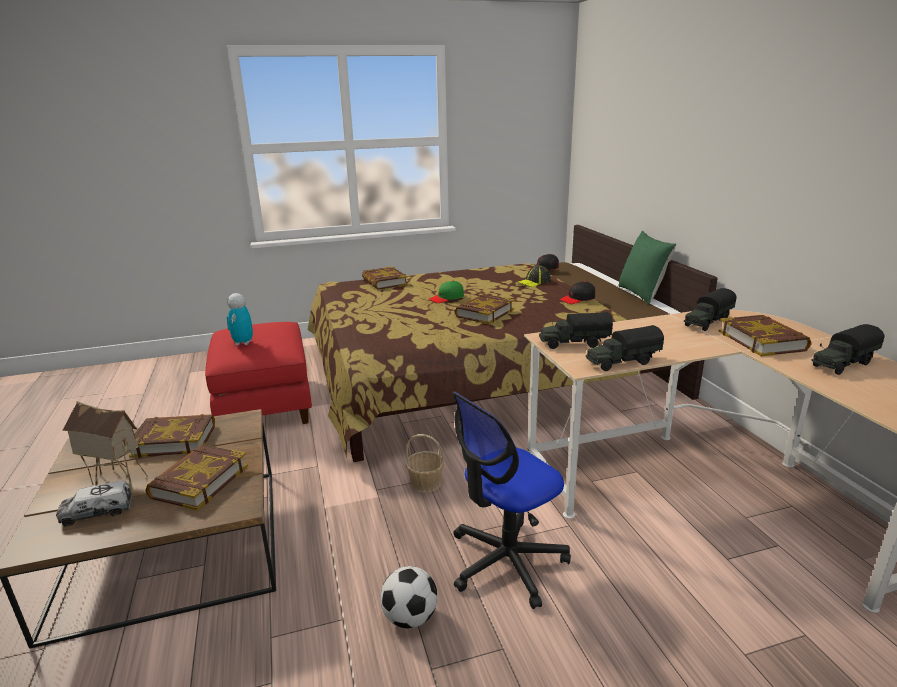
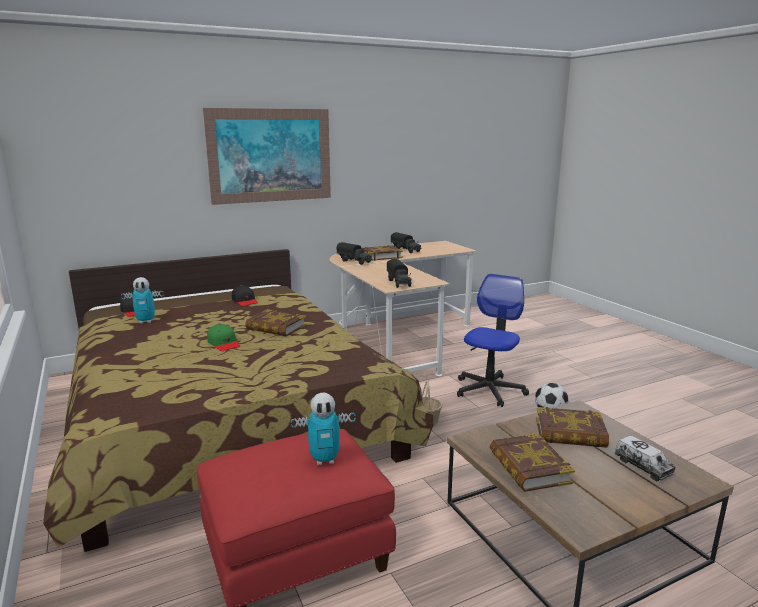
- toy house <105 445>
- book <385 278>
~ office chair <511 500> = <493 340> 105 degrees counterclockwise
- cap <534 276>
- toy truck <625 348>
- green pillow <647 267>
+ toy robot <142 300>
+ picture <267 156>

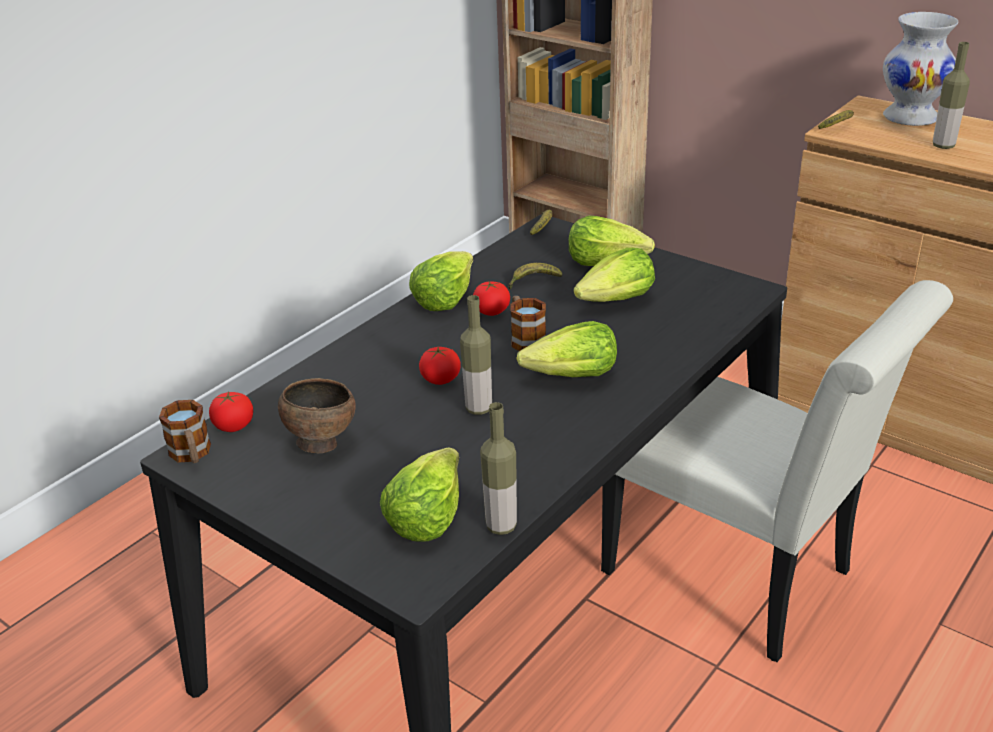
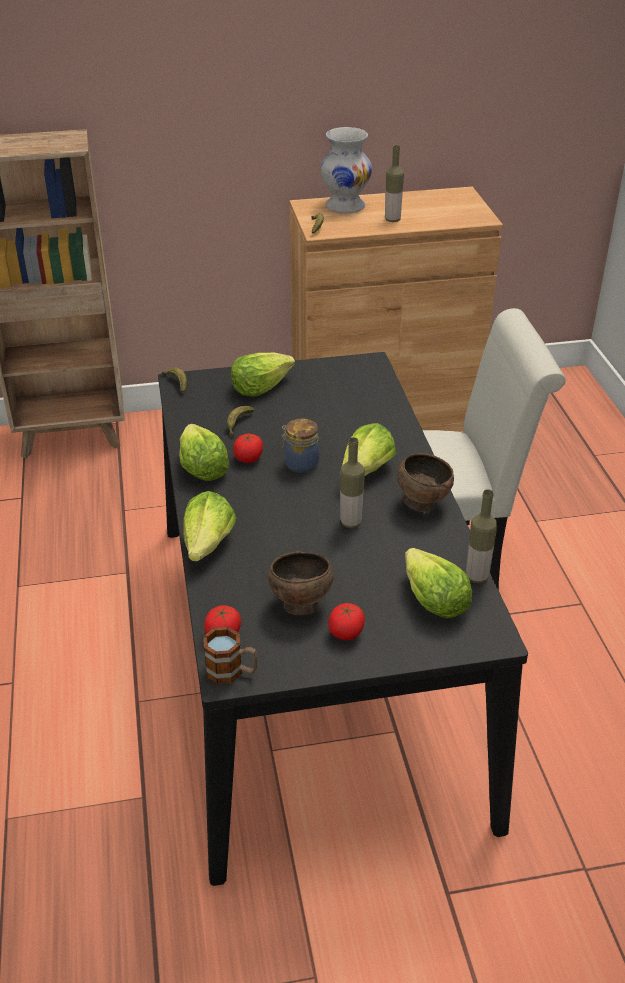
~ tomato <440 366> to <346 621>
~ mug <528 323> to jar <300 446>
~ lettuce <614 275> to <209 526>
+ brown bowl <425 482>

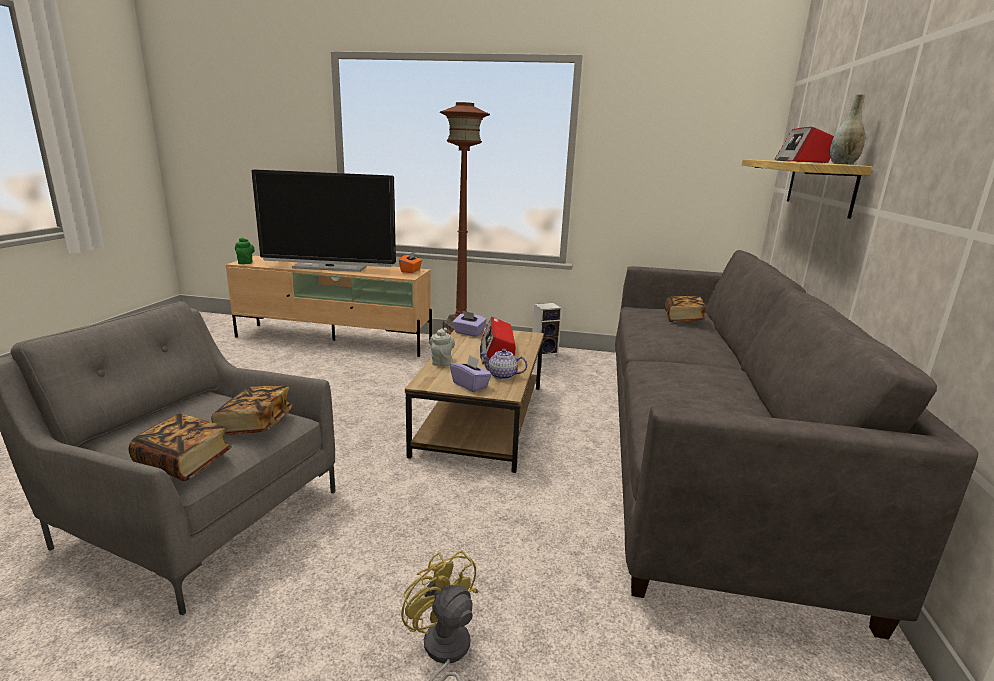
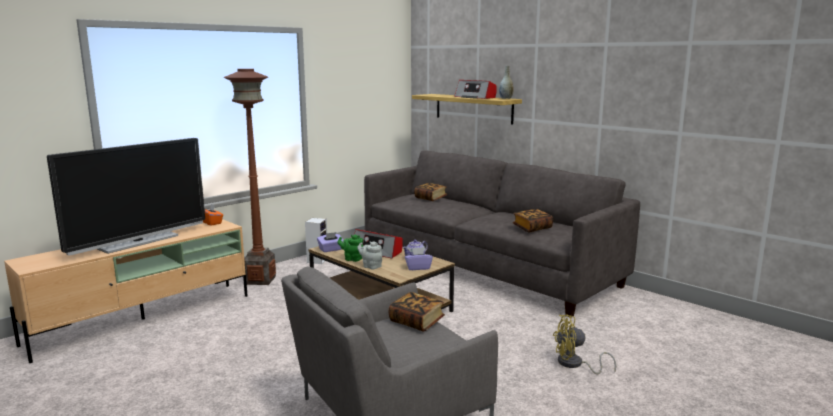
~ book <180 447> to <533 220>
~ green teapot <245 251> to <350 248>

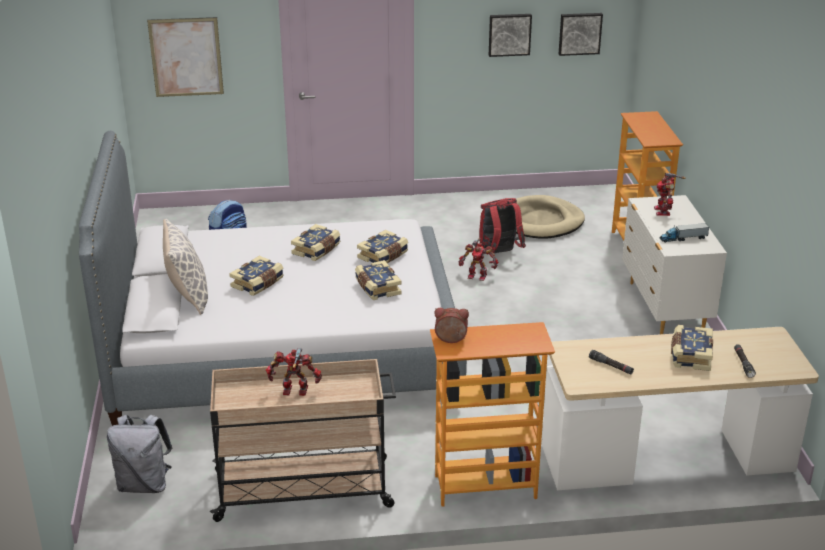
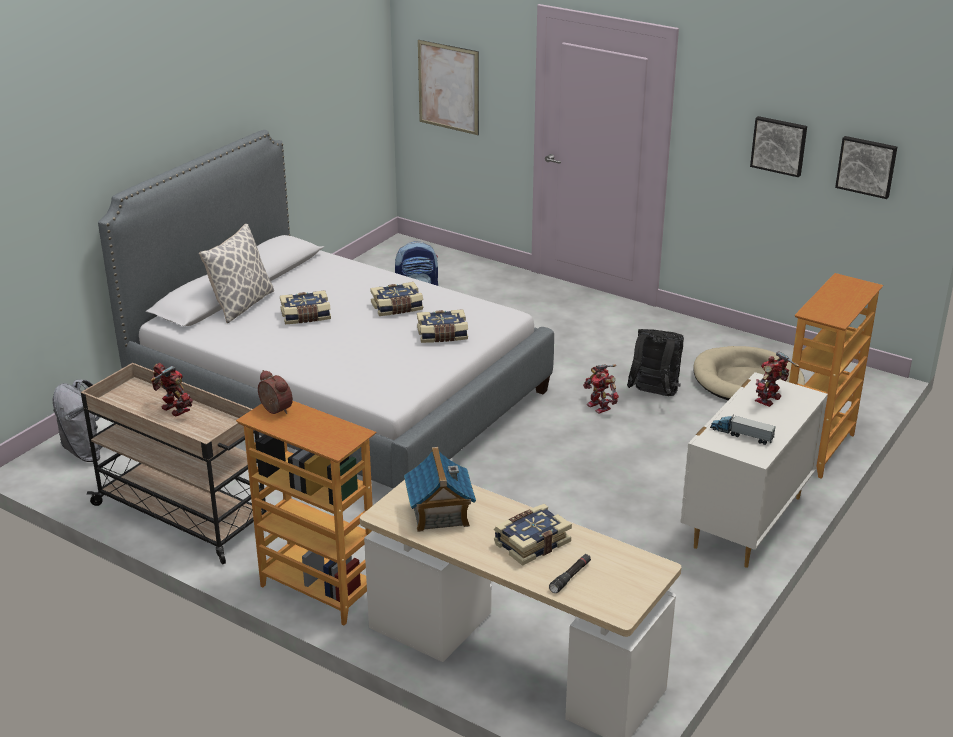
- book <378 280>
~ red backpack <502 226> to black backpack <655 362>
~ black flashlight <611 362> to toy house <440 489>

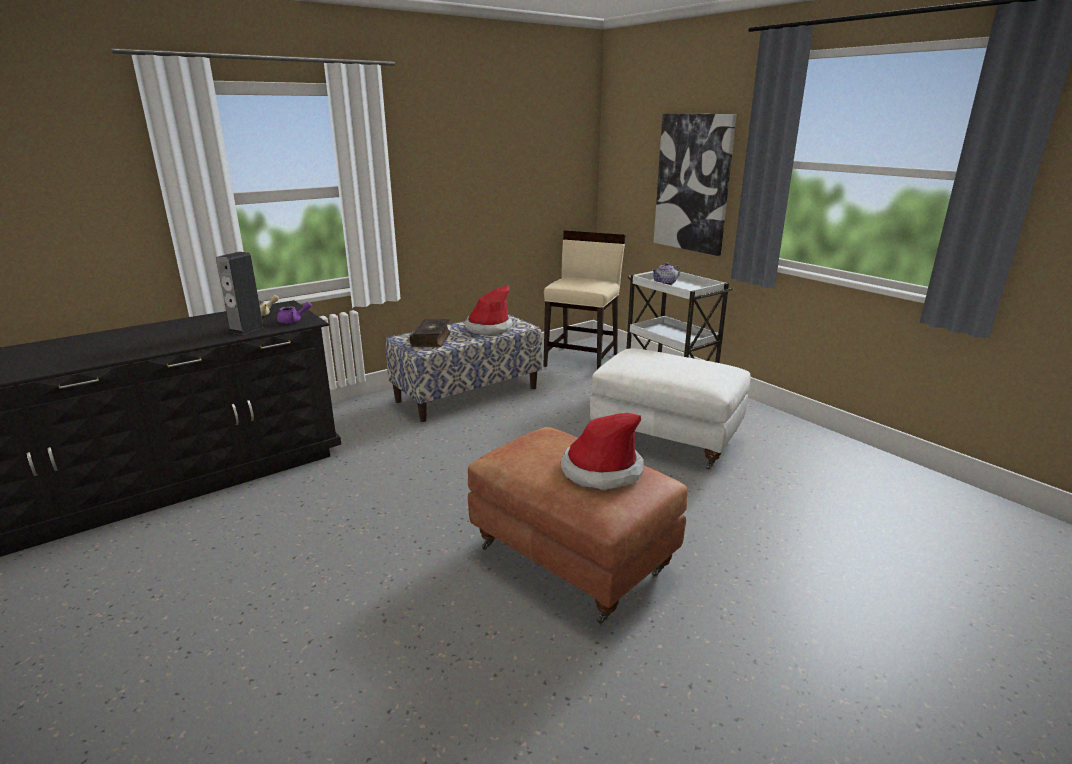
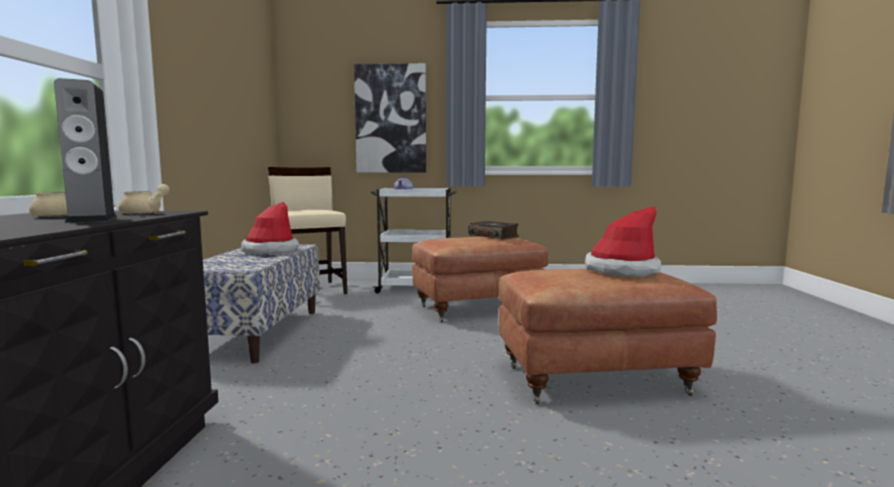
~ purple teapot <294 312> to beige teapot <144 199>
~ book <430 333> to <493 230>
~ white ottoman <670 409> to brown ottoman <480 279>

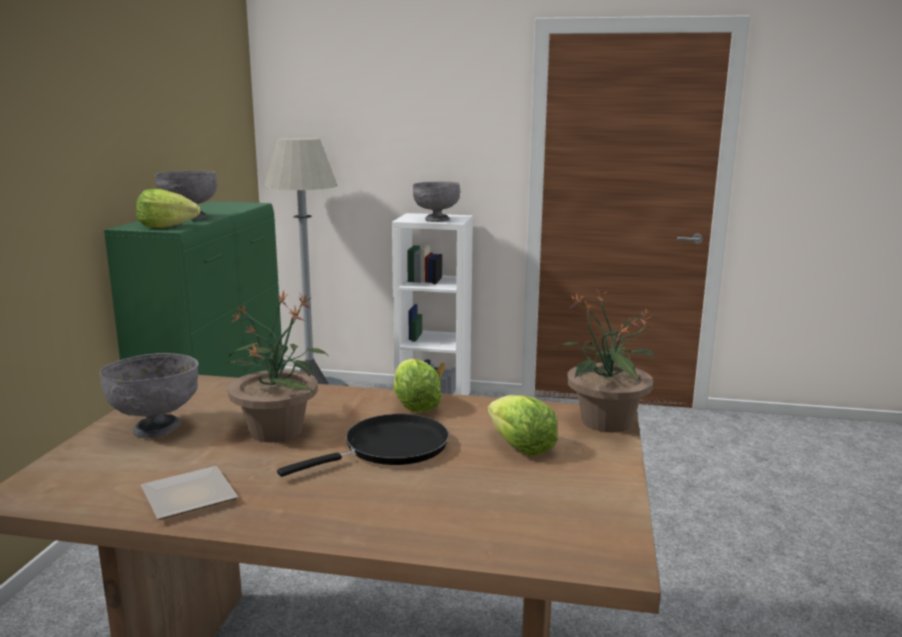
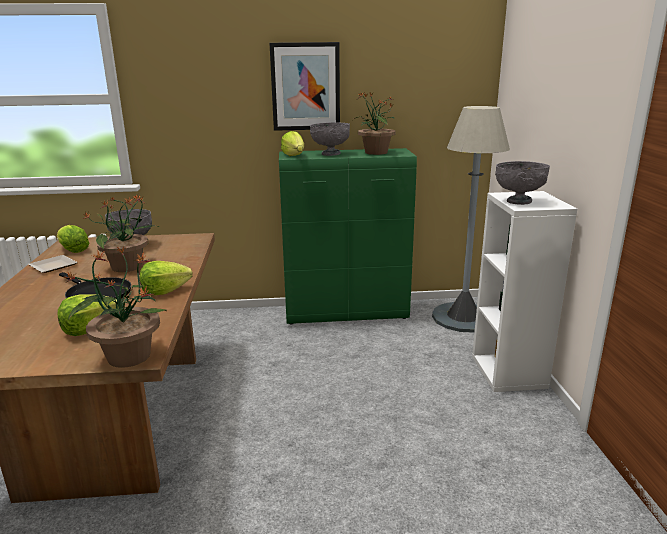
+ lettuce <73 239>
+ picture <304 86>
+ potted plant <374 123>

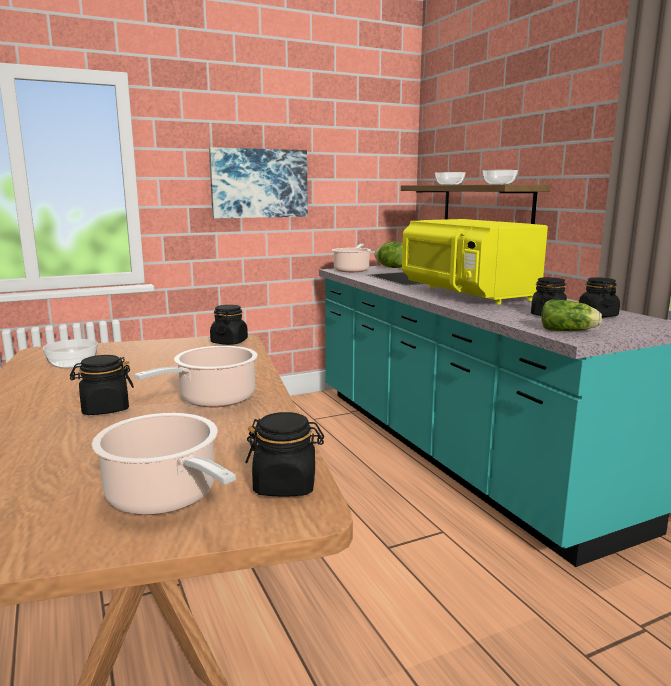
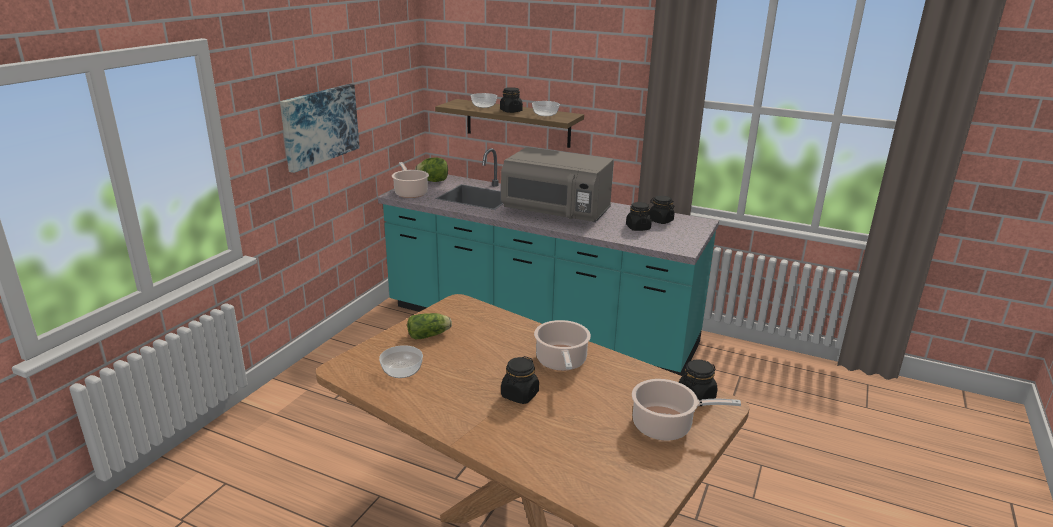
~ black jar <229 325> to <511 100>
~ yellow microwave <475 262> to grey microwave <557 184>
~ lettuce <571 315> to <429 326>

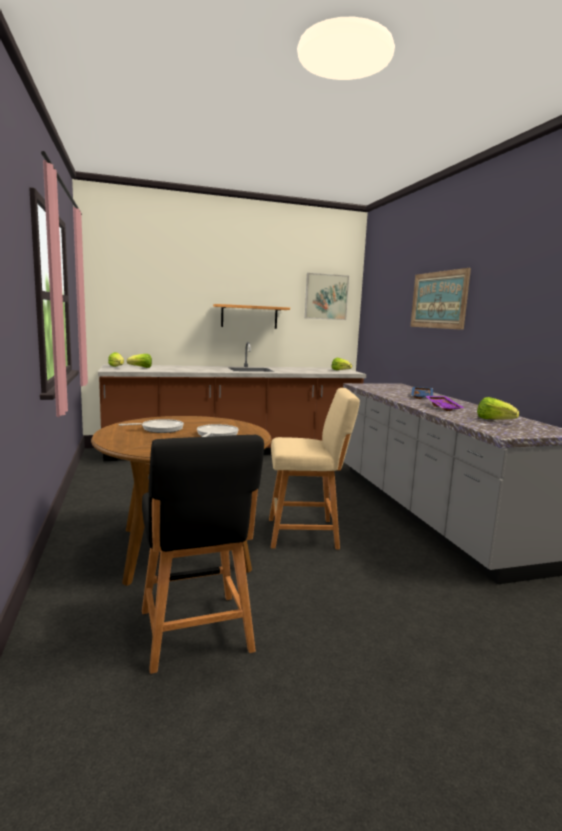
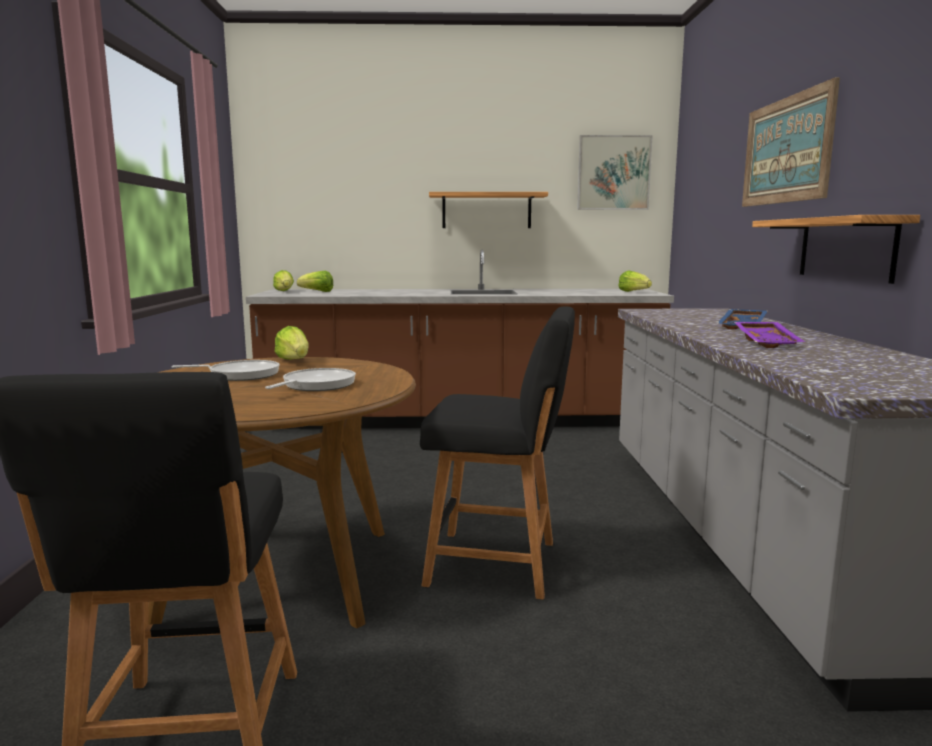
~ beige stool <314 468> to black stool <497 453>
~ lettuce <498 408> to <292 343>
+ shelf <836 249>

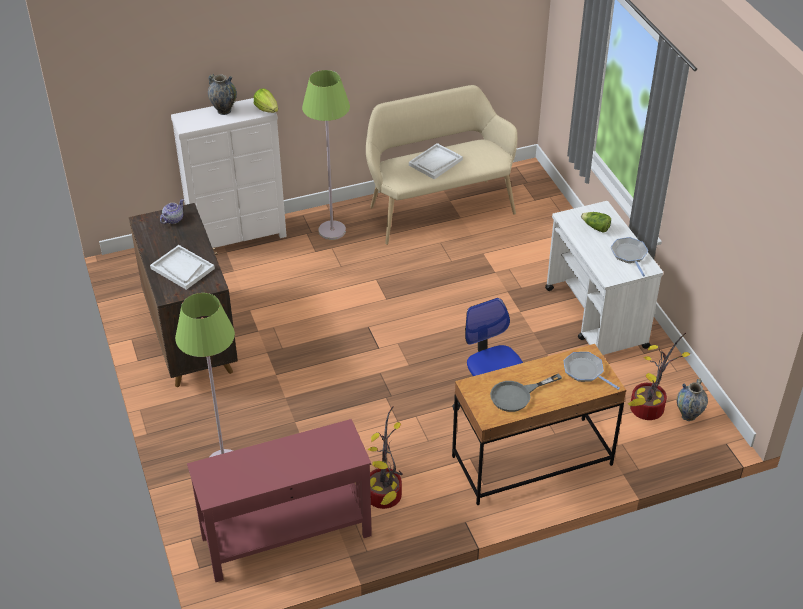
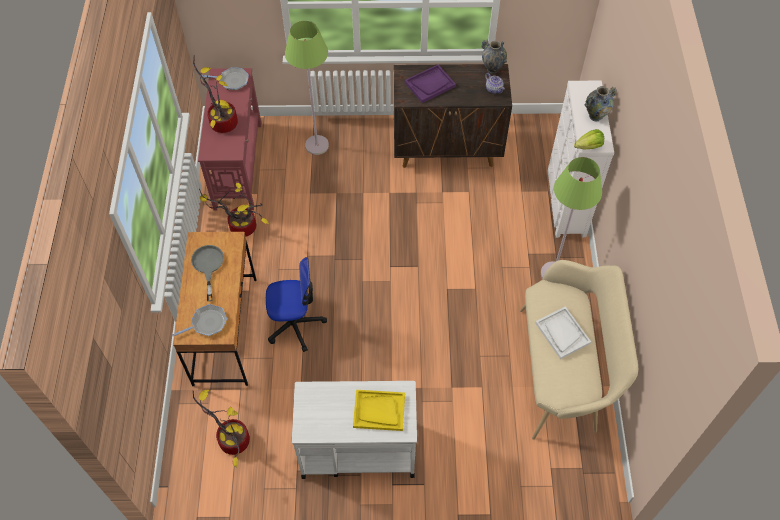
~ white tray <182 267> to purple tray <430 84>
~ lettuce <596 222> to yellow tray <379 410>
~ frying pan <629 256> to <225 78>
~ vase <692 399> to <494 57>
+ potted plant <215 94>

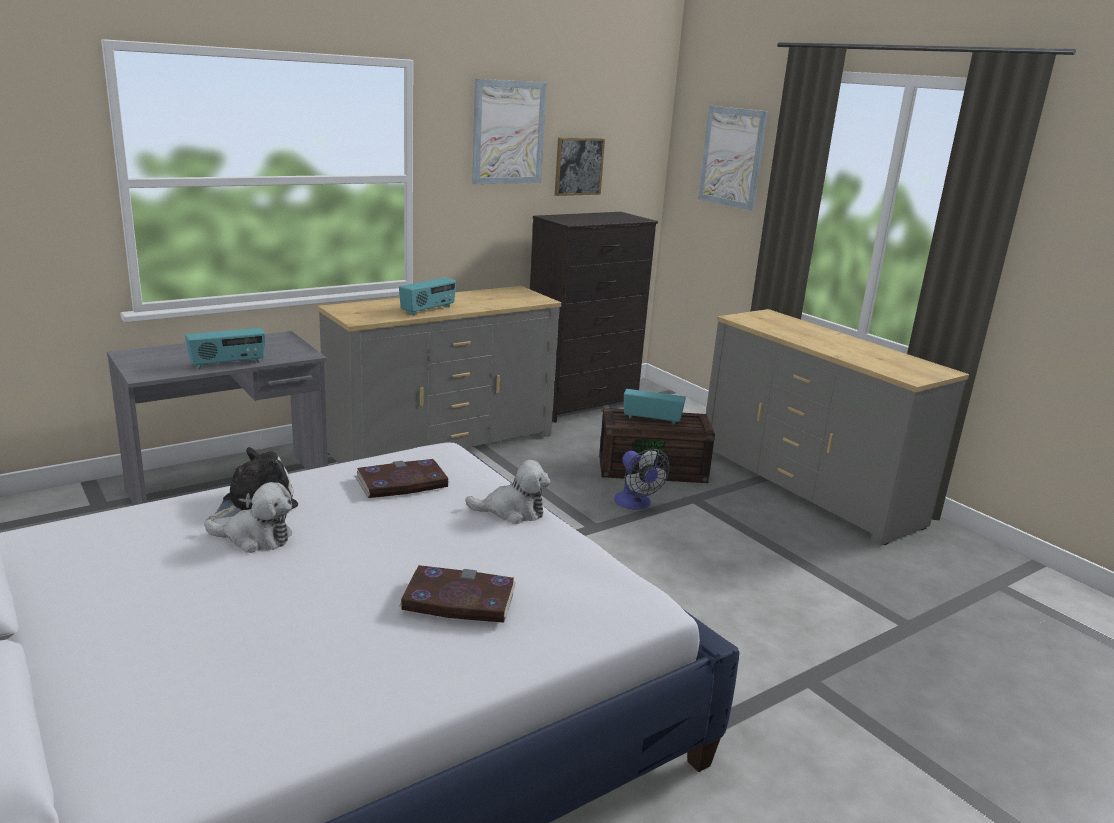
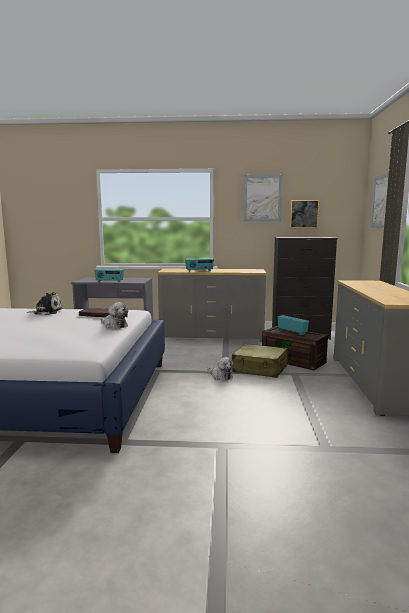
~ plush toy <248 517> to <220 369>
- book <457 594>
~ fan <642 479> to beige suitcase <260 361>

